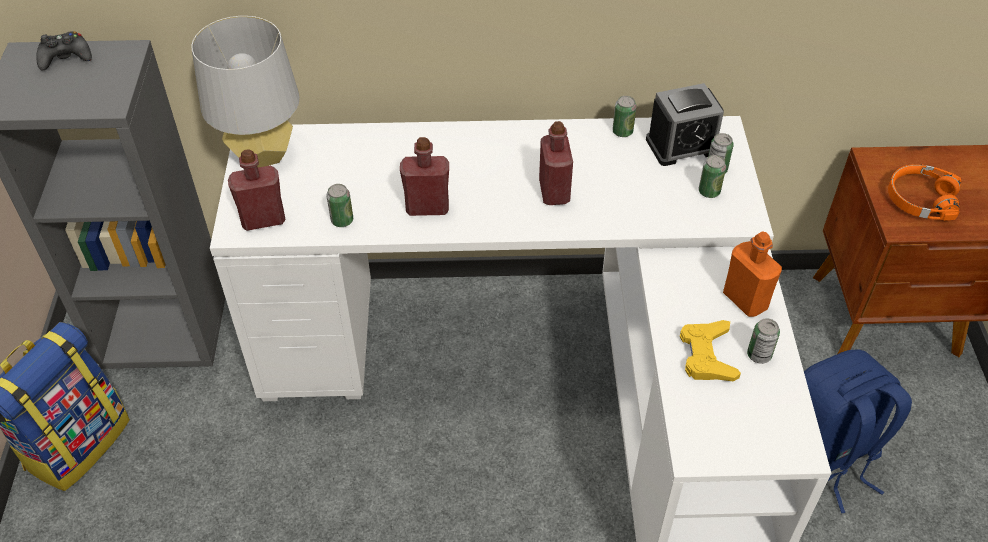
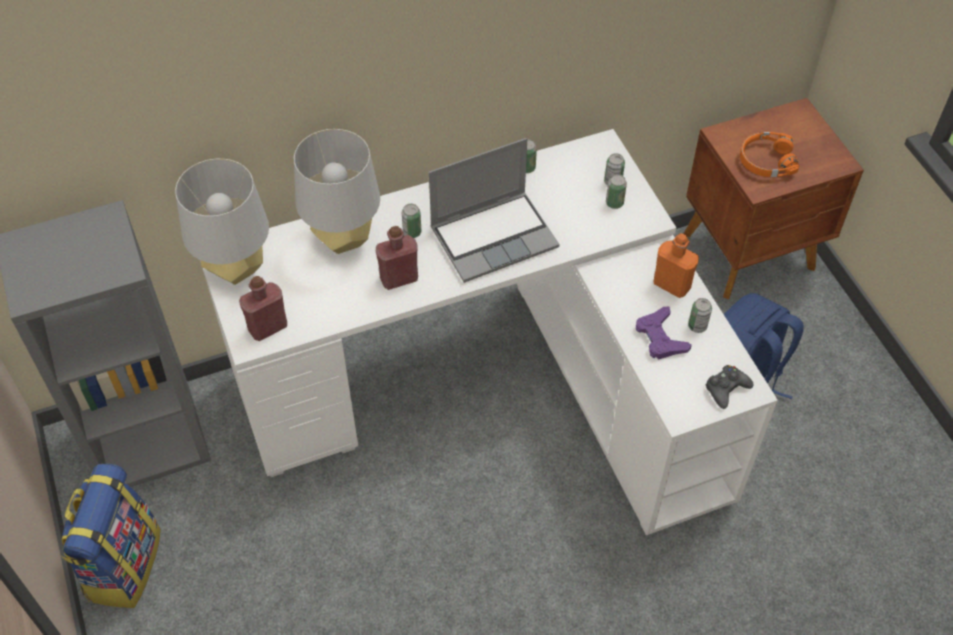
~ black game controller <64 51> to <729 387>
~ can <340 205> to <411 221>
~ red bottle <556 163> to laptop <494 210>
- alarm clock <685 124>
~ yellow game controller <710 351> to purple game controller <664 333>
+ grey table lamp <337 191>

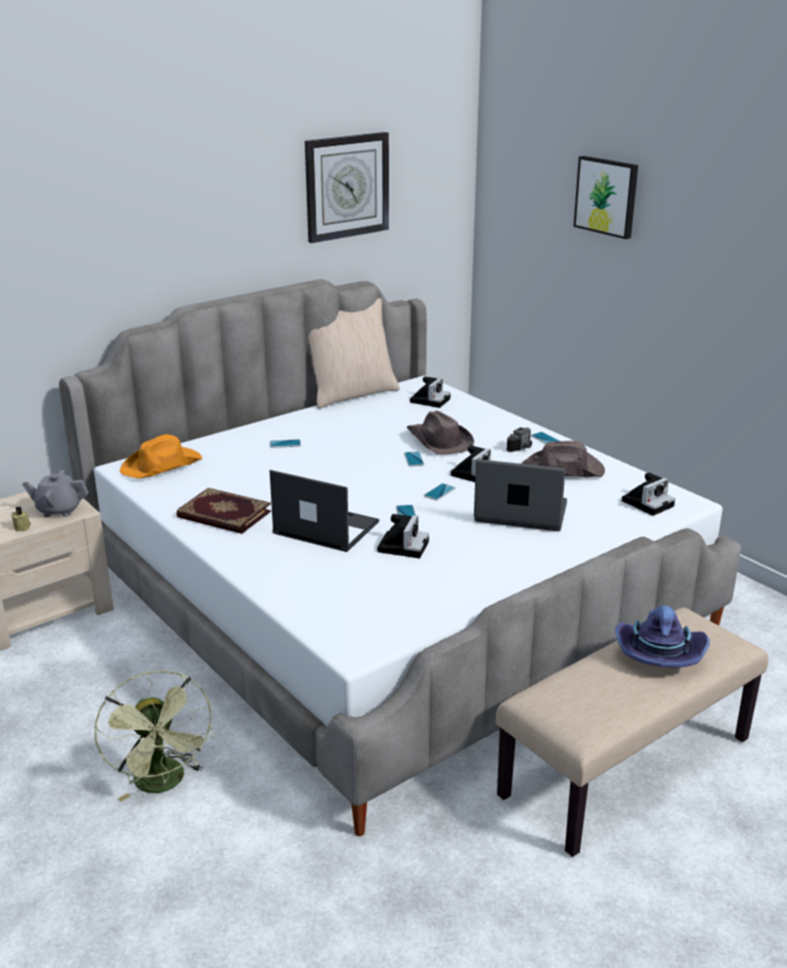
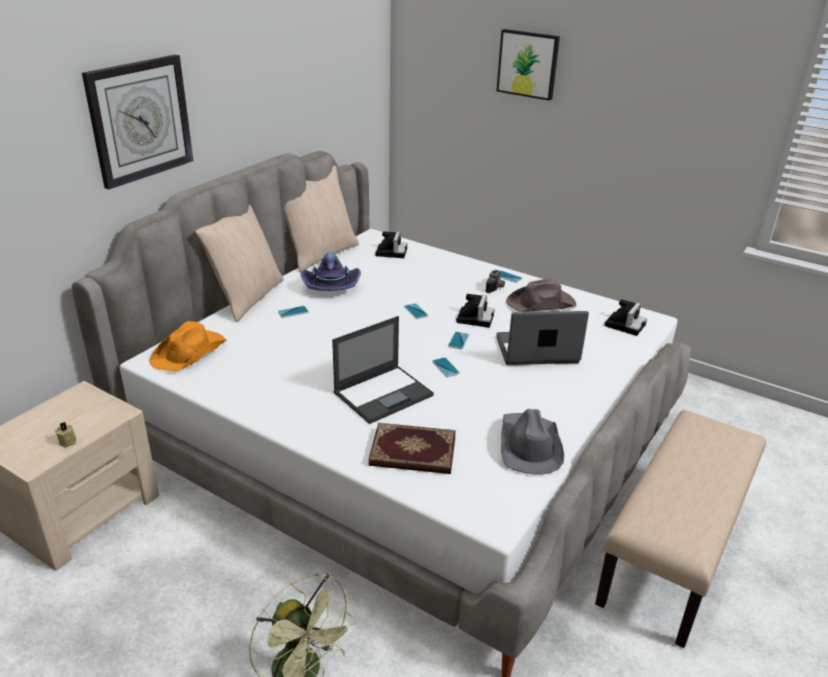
- grey teapot <55 493>
~ book <223 511> to <412 448>
~ laptop <324 511> = <383 370> 135 degrees clockwise
~ wall clock <347 187> to <137 122>
- photo camera <403 536>
- brown hat <440 433>
~ purple hat <662 636> to <330 271>
+ beige pillow <239 263>
+ grey hat <532 442>

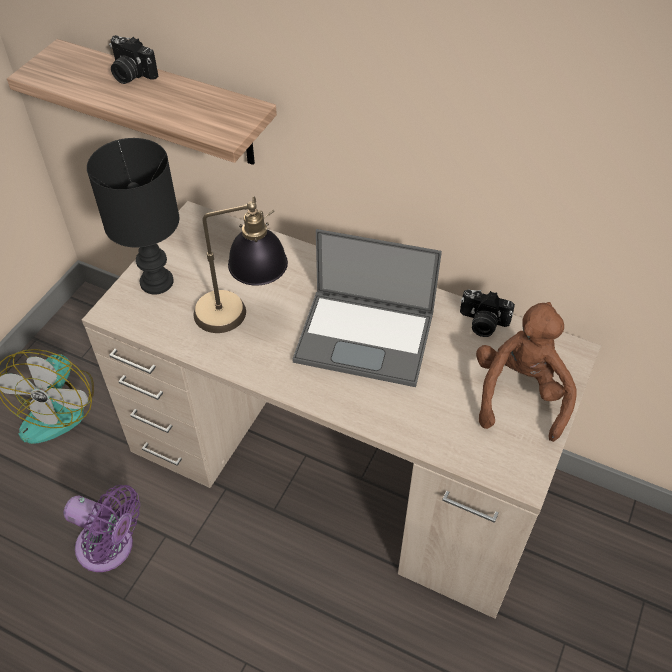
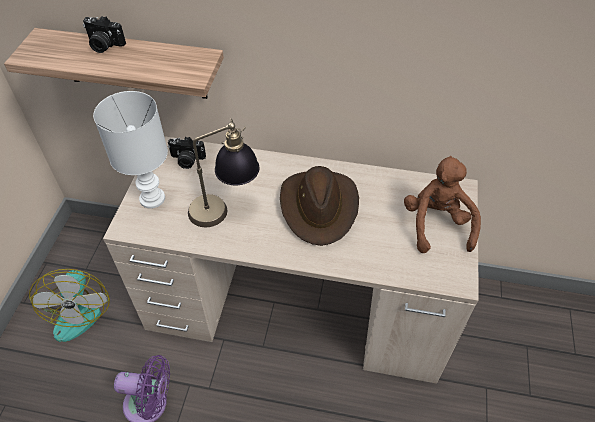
~ black table lamp <133 216> to white table lamp <130 150>
~ laptop <367 308> to brown hat <319 206>
~ photo camera <487 313> to <187 153>

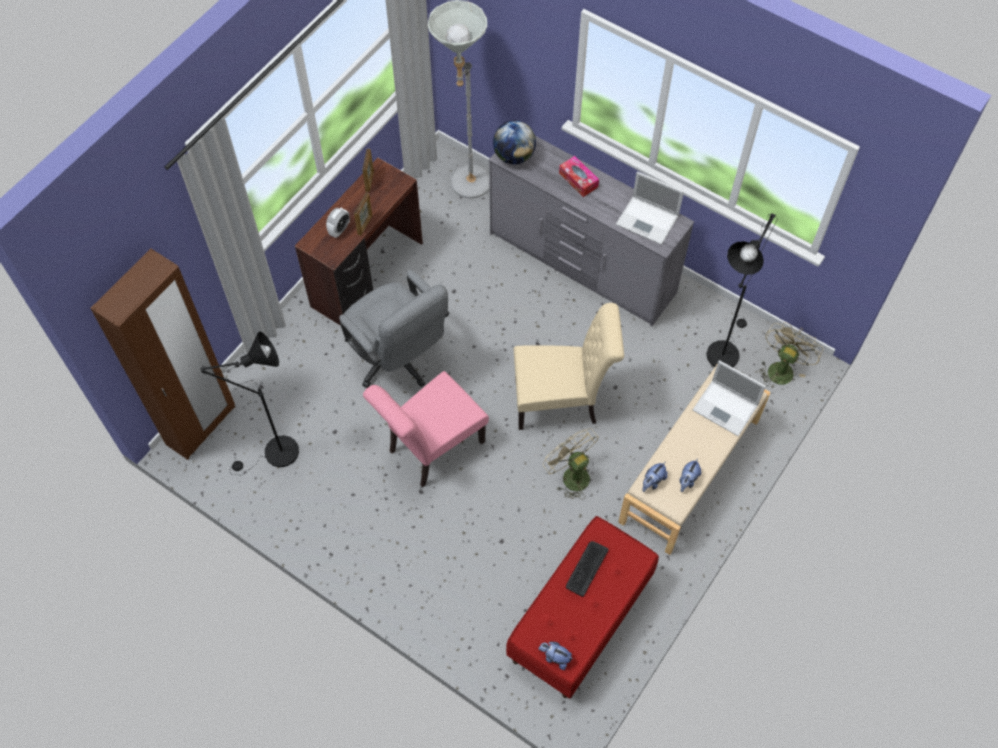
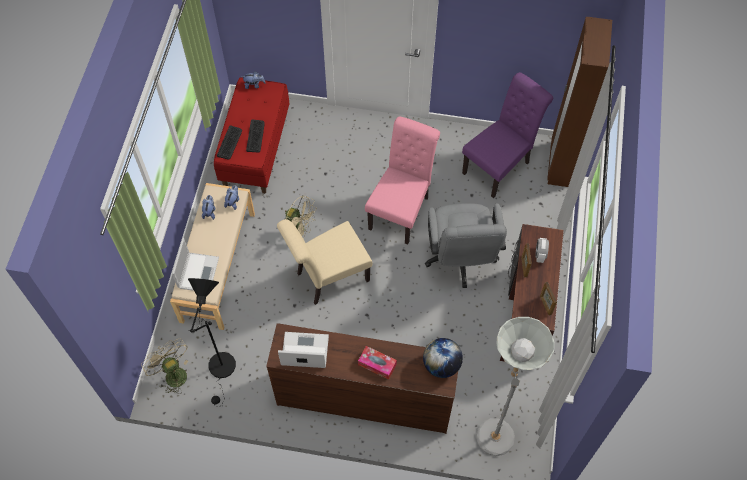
~ black floor lamp <249 403> to purple chair <507 135>
~ grey office chair <394 329> = <466 245> 120 degrees counterclockwise
~ grey dresser <591 231> to brown dresser <362 378>
~ laptop <729 398> = <195 264> 90 degrees clockwise
~ beige fan <791 354> = <164 366> 135 degrees clockwise
+ keyboard <229 142>

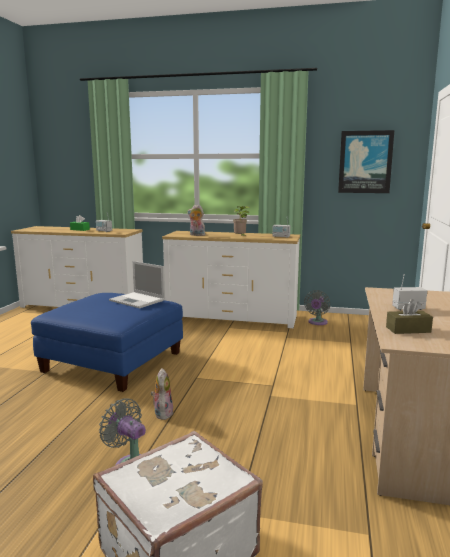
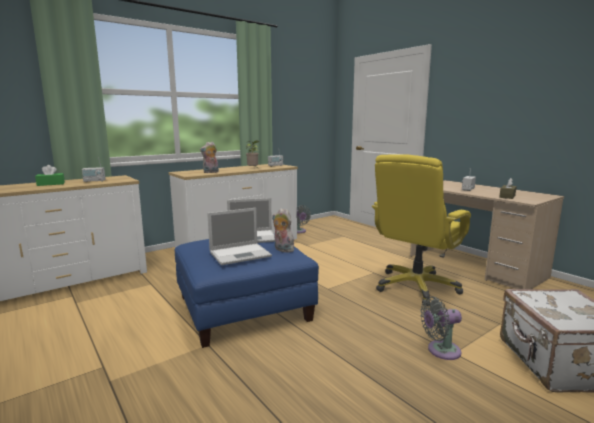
~ plush toy <162 394> to <283 230>
- picture <366 161>
+ laptop <239 236>
+ yellow office chair <421 230>

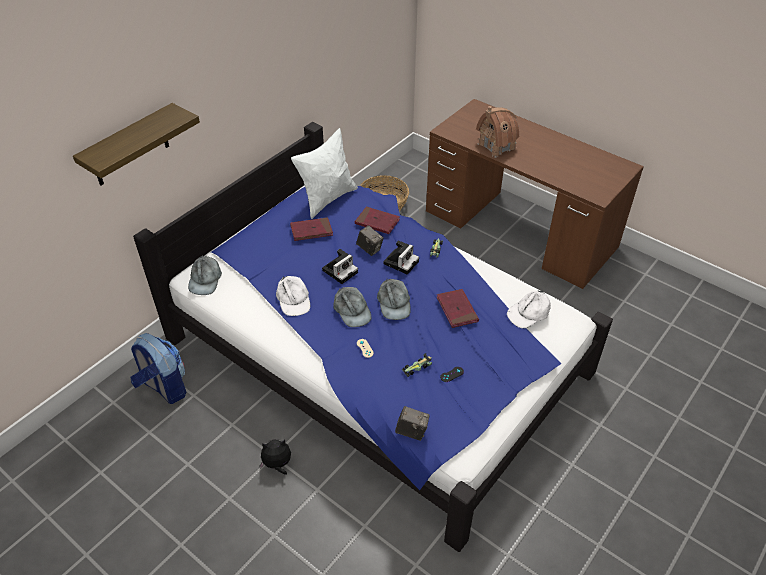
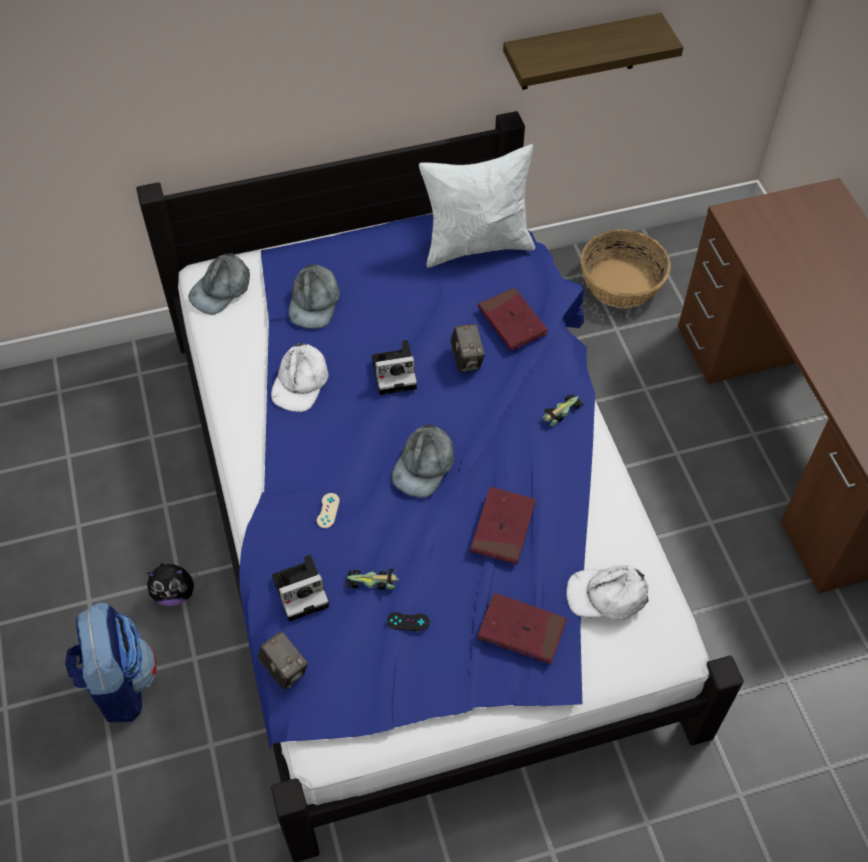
~ shelf <136 144> to <593 51>
~ backpack <158 368> to <111 662>
~ plush toy <275 457> = <172 584> 150 degrees clockwise
~ red book <311 229> to <522 629>
~ grey cap <352 307> to <314 296>
~ photo camera <401 257> to <300 587>
- toy house <497 132>

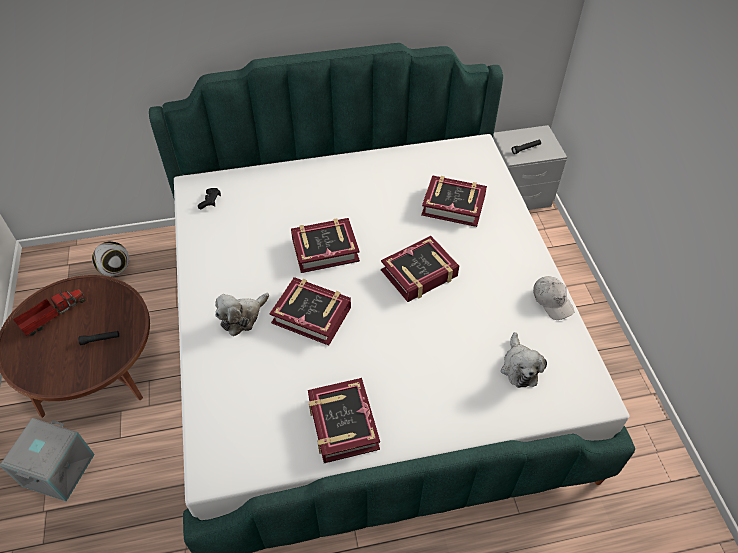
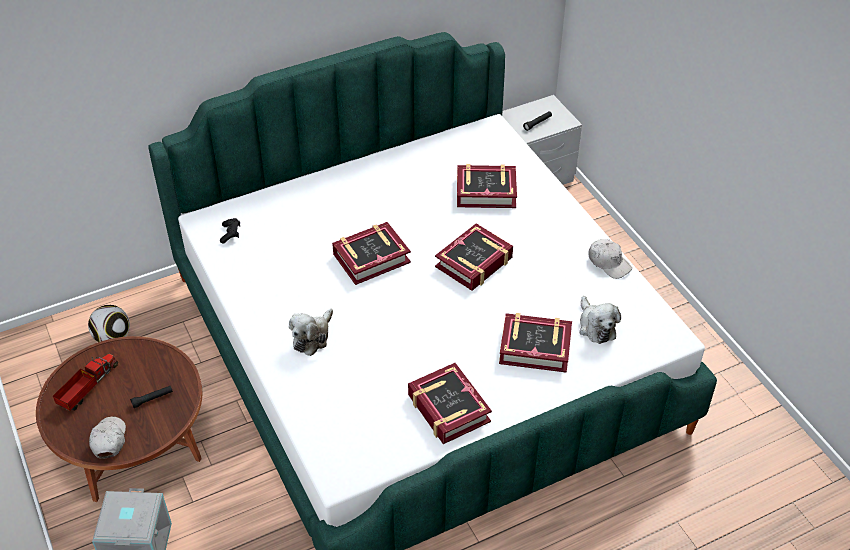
~ book <310 311> to <535 343>
+ white cap <107 438>

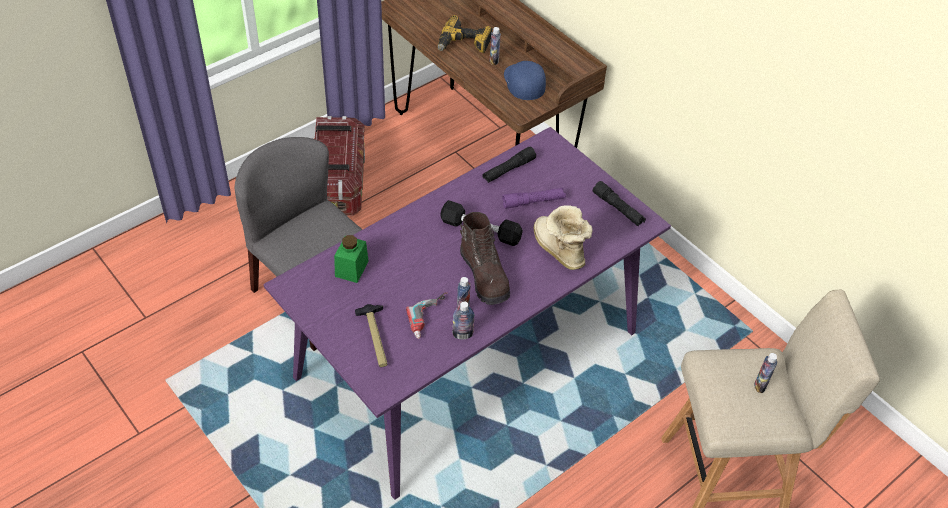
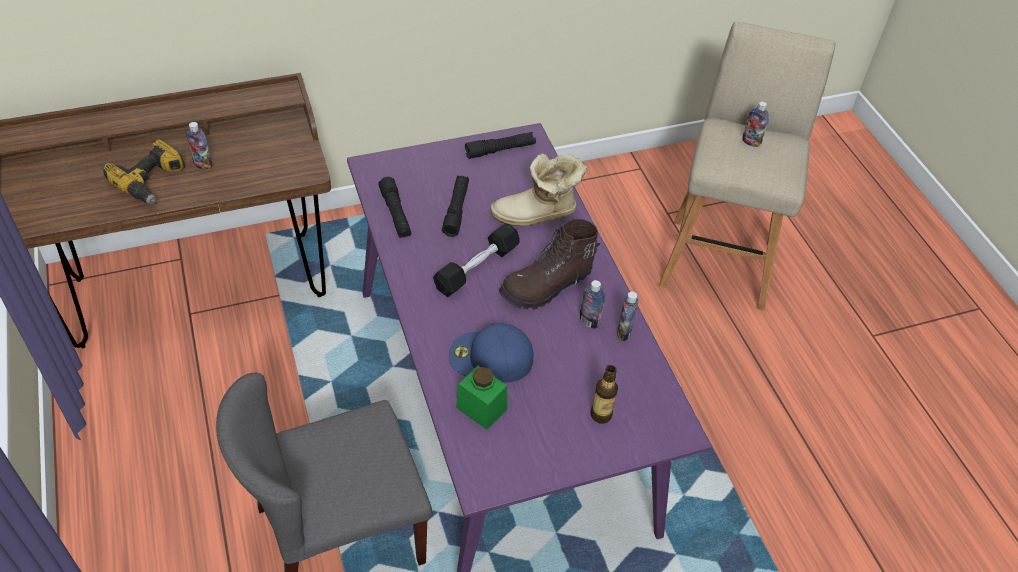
- storage box <340 166>
~ hammer <371 335> to bottle <604 394>
- power drill <426 315>
~ brown boot <485 258> = <549 264> 150 degrees clockwise
~ purple flashlight <534 198> to black flashlight <455 206>
~ blue cap <525 80> to <491 353>

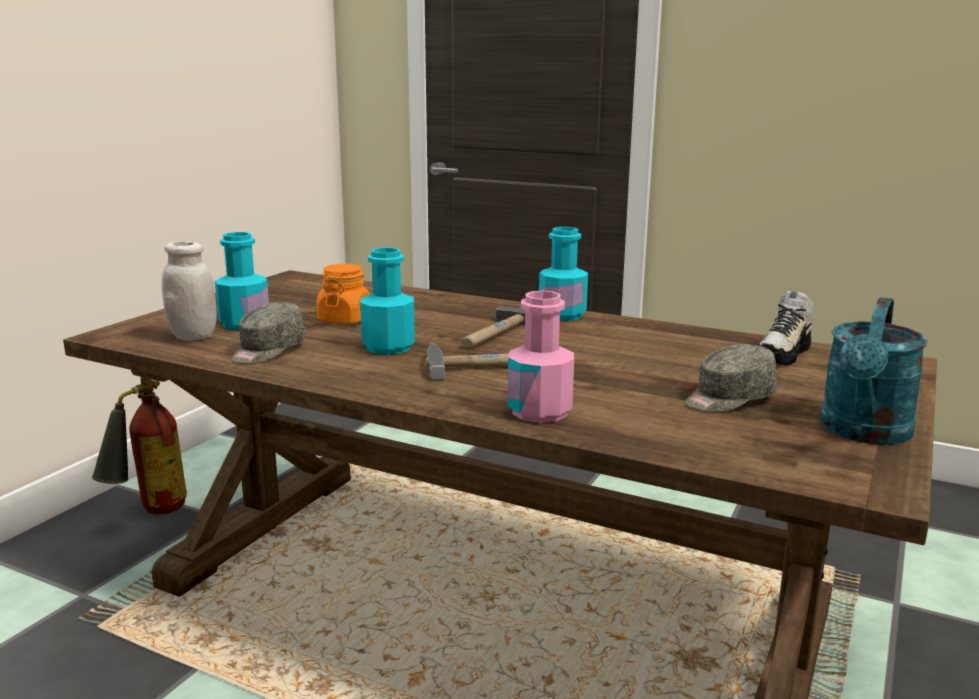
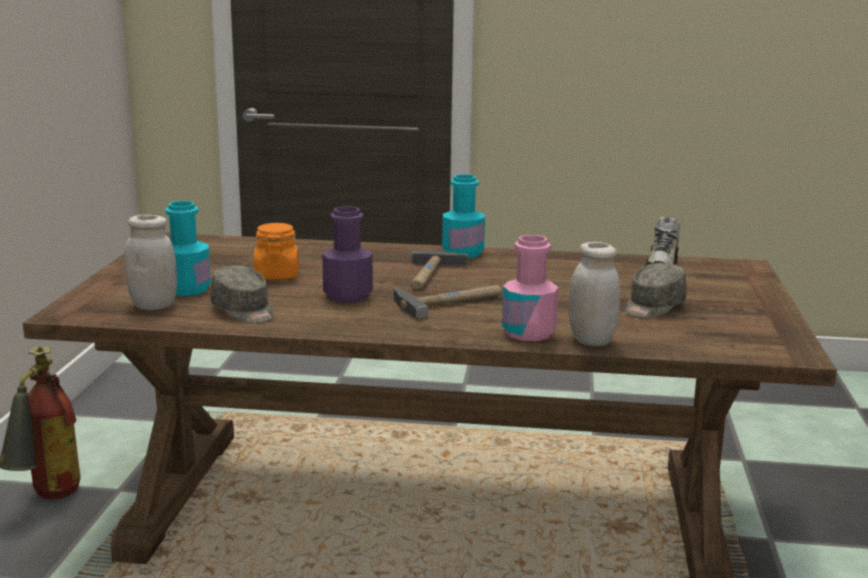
~ grey cap <268 333> = <242 294> 45 degrees counterclockwise
~ turquoise bottle <387 301> to purple bottle <347 254>
- turquoise watering can <874 370>
+ white jar <594 294>

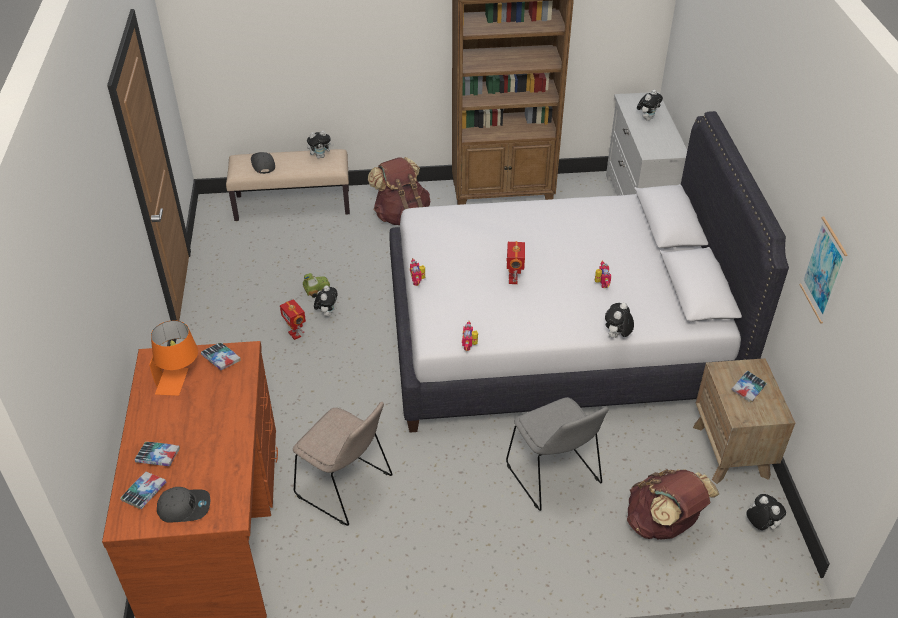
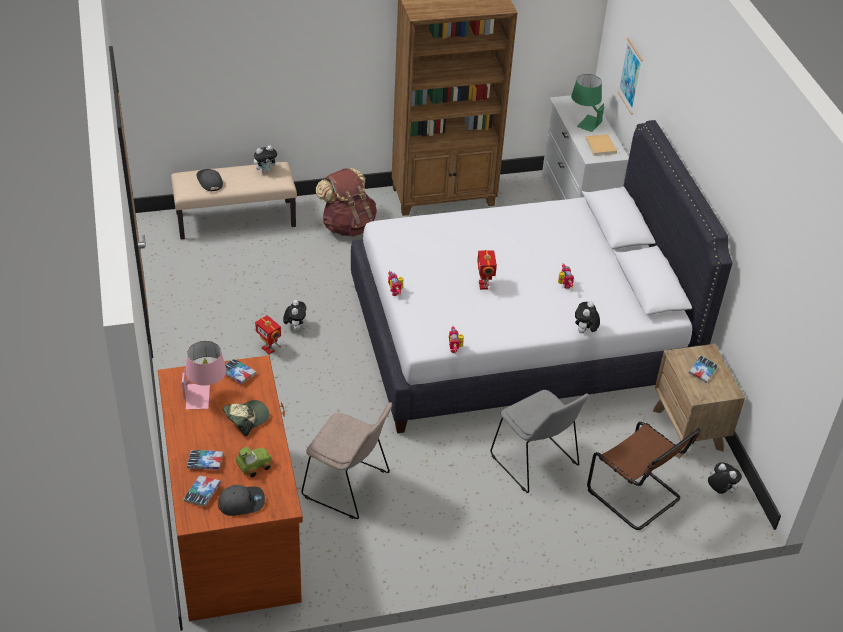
~ orange table lamp <173 358> to pink table lamp <204 375>
~ toy car <316 285> to <253 462>
~ brown backpack <673 504> to brown chair <643 476>
~ plush toy <650 105> to green table lamp <587 103>
~ picture <824 270> to <630 76>
+ cap <245 418>
+ beige book <601 145>

